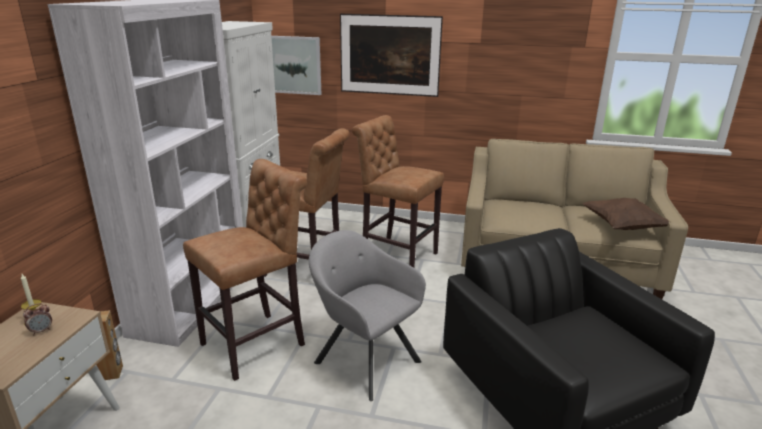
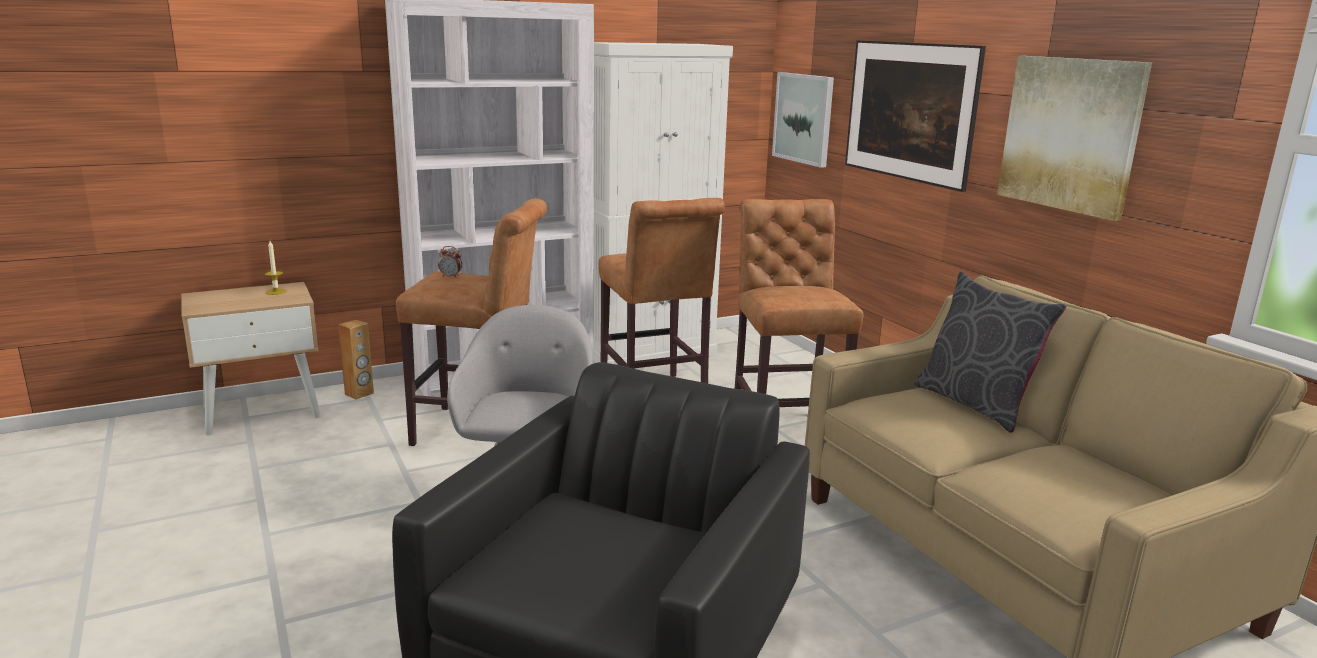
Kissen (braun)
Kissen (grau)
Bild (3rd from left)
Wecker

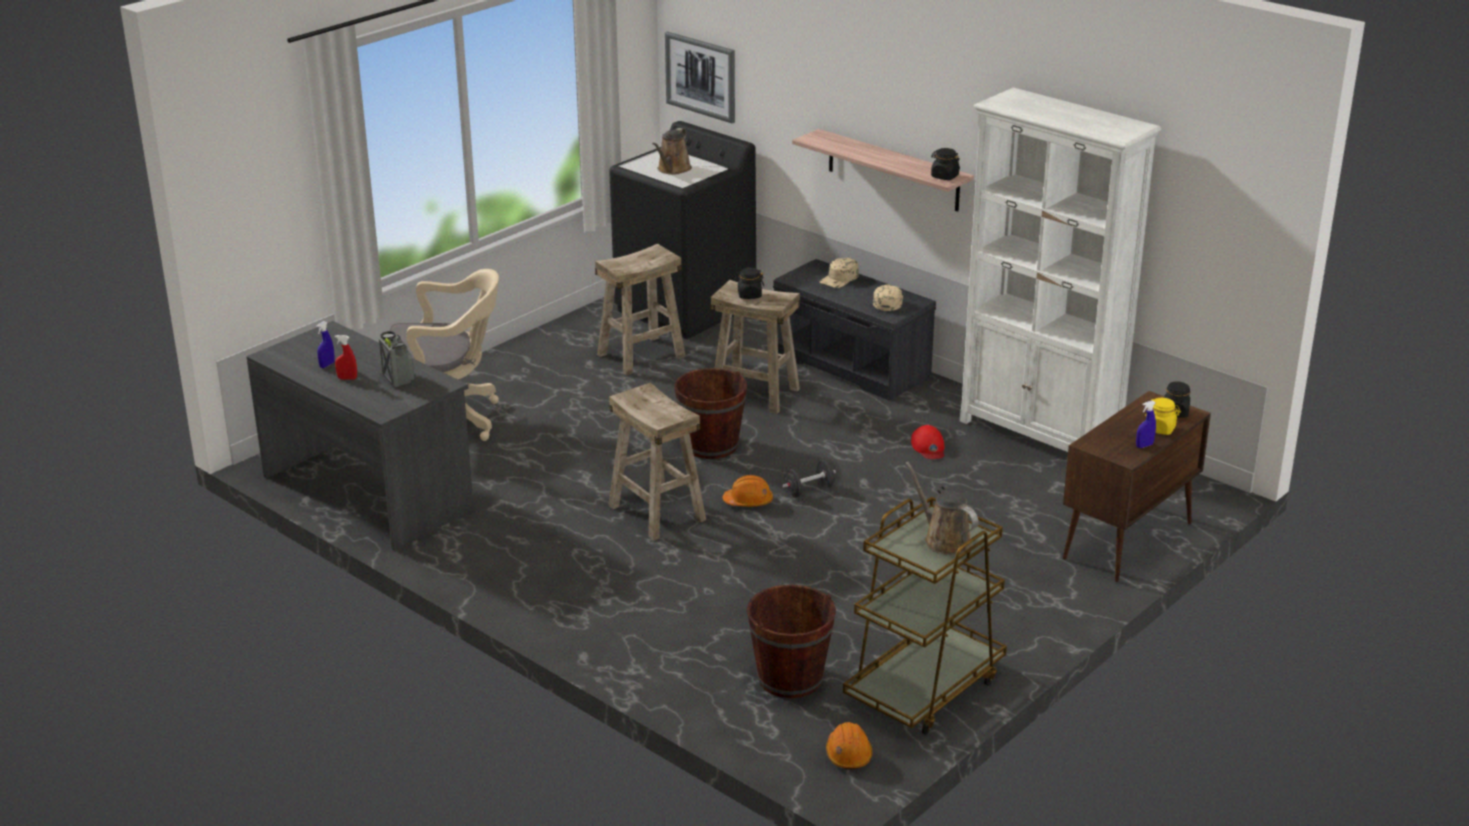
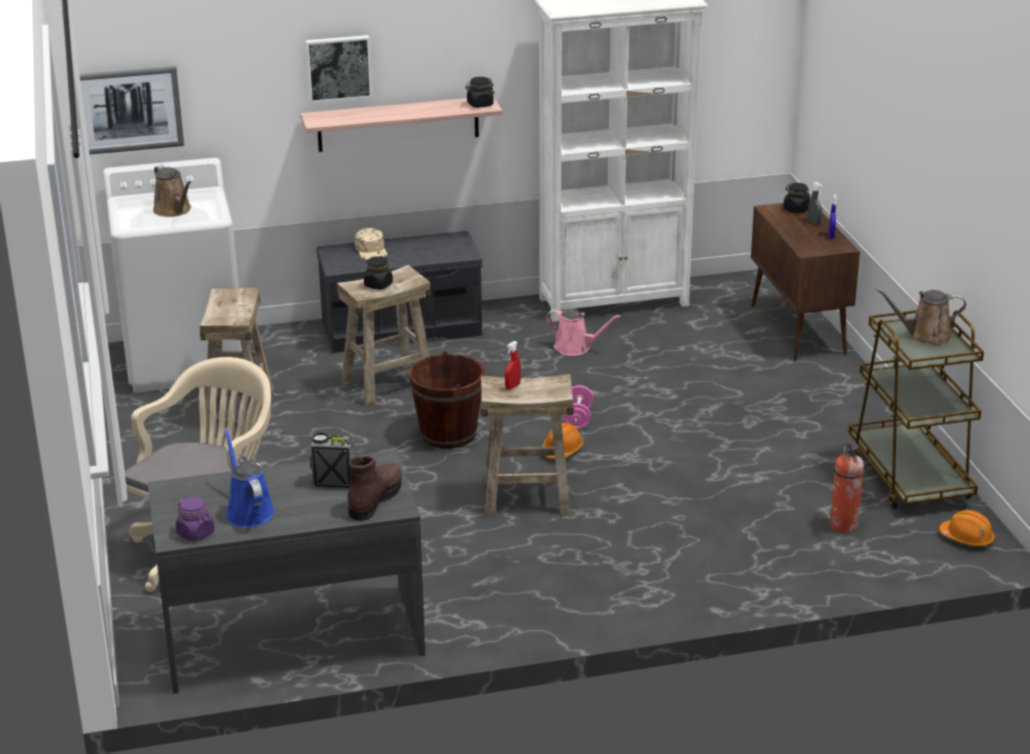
Kappe (beige) (2nd from left in the first image)
Vorratsglas (lila)
Bild (2nd from left)
Stiefel (braun)
Sprühflasche (rot)
Gießkanne (blau)
Feuerlöscher
Gießkanne (rosa)
Sprühflasche (grau)
Waschmaschine (weiß)
Hantel (rosa)

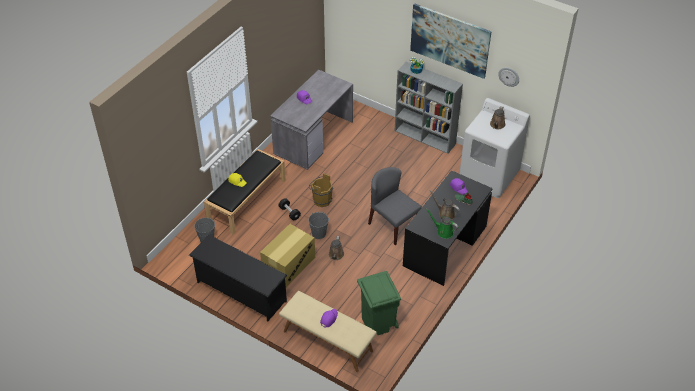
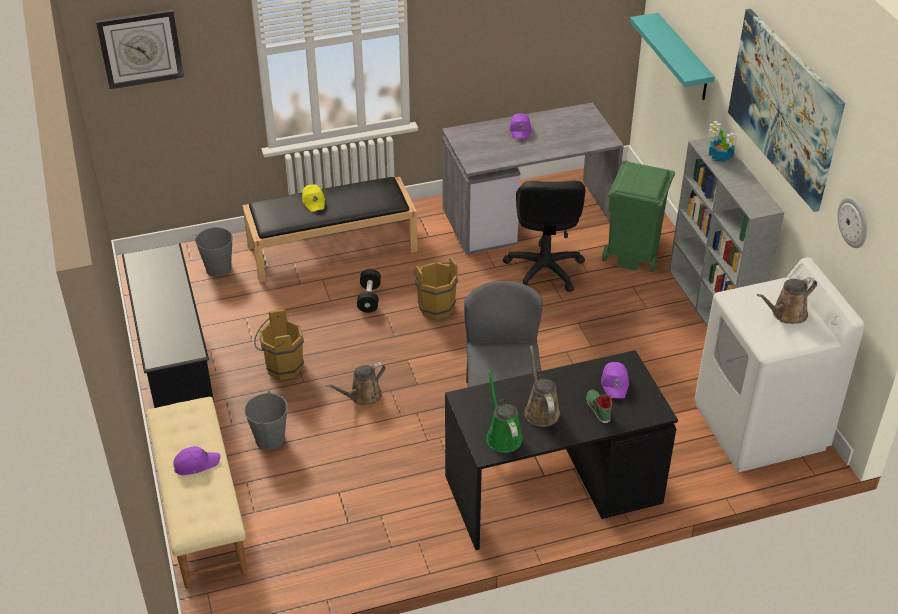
Wanduhr (1st from left)
Bürostuhl (schwarz)
Wandregal (türkis)
Eimer (grau) (2nd from left)
Mülleimer (grün)
Eimer (braun) (1st from left)

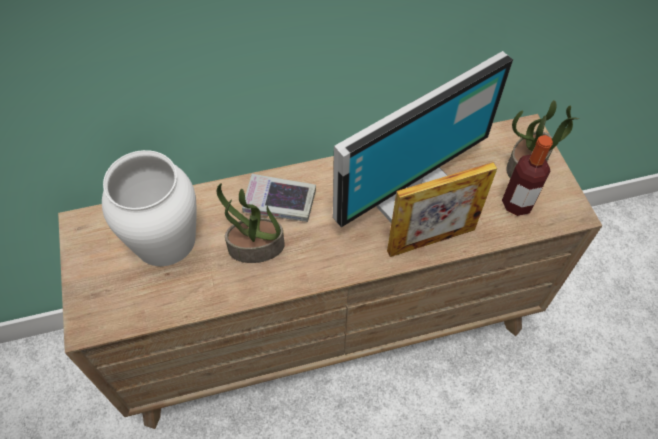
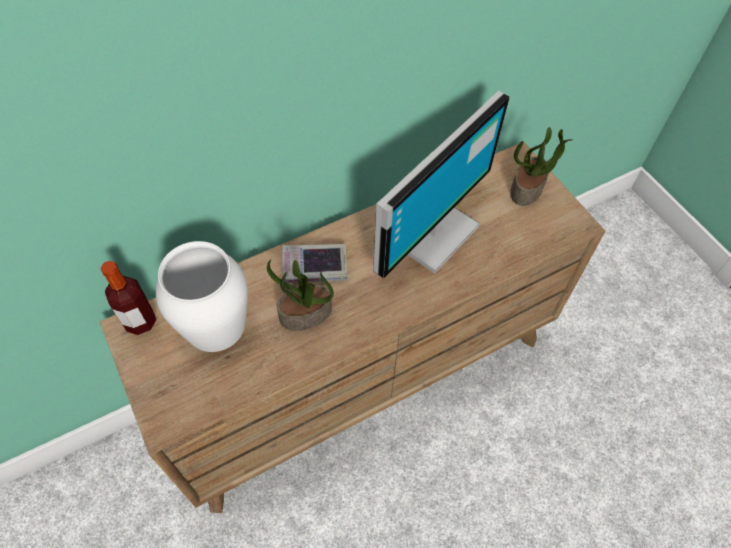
Bilderrahmen
Flasche

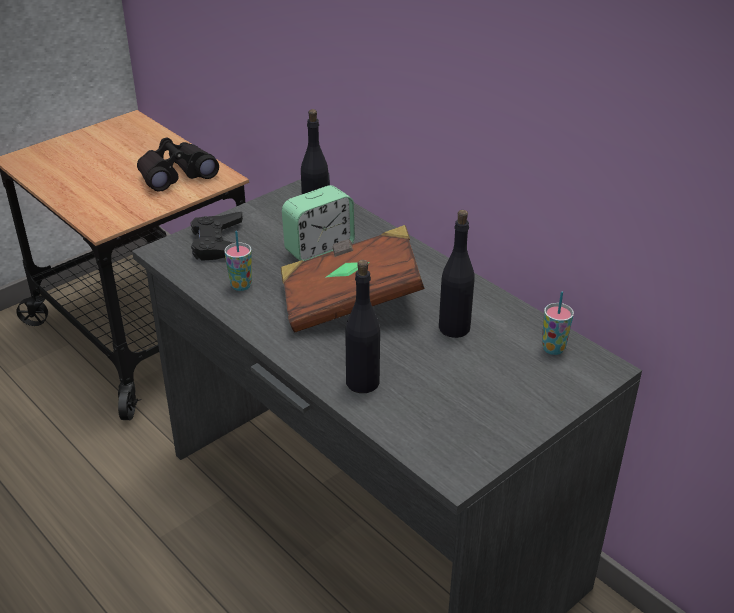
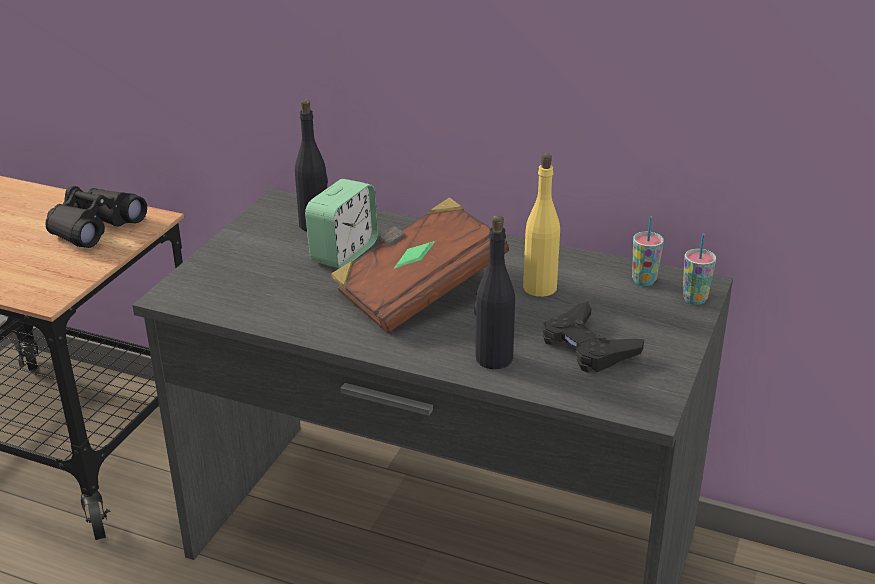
Gamepad (schwarz)
Tasse (2nd from left)
Flasche (gelb)

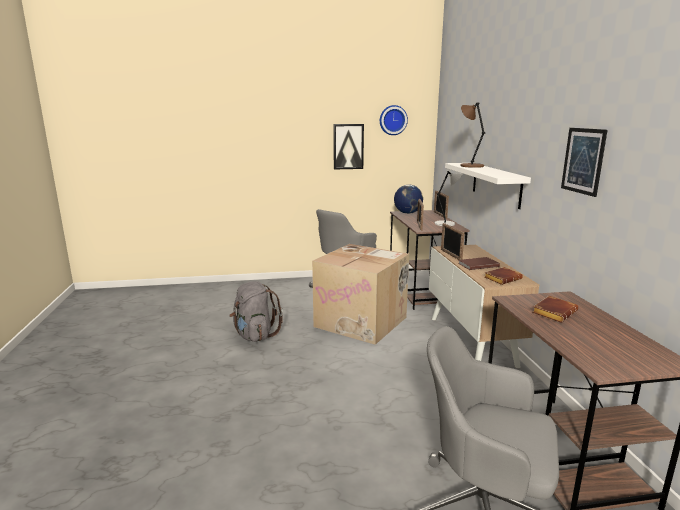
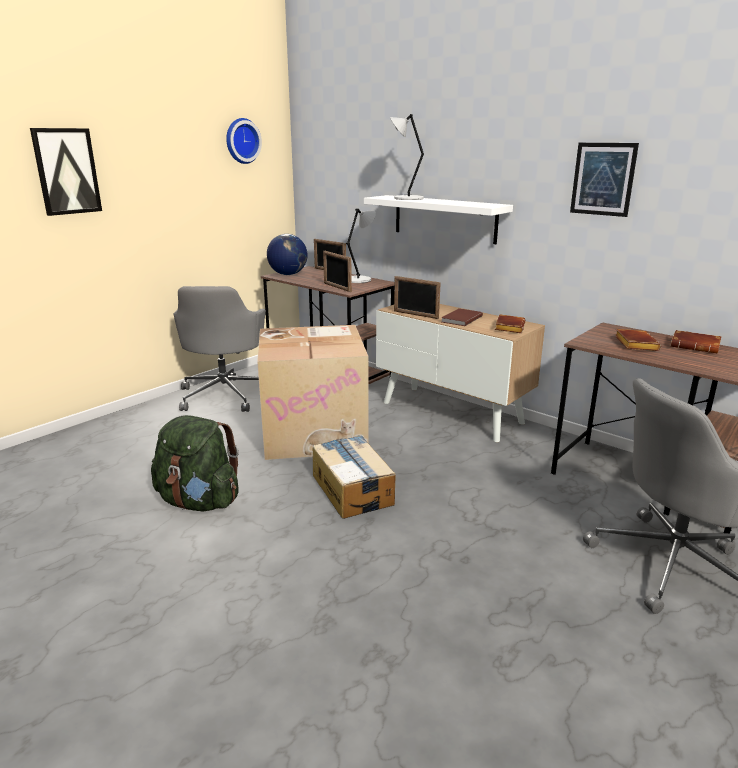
Karton (2nd from left)
Buch (braun) (4th from left)
Bild (1st from left)
Rucksack (grün)
Tischlampe (grau) (2nd from left)

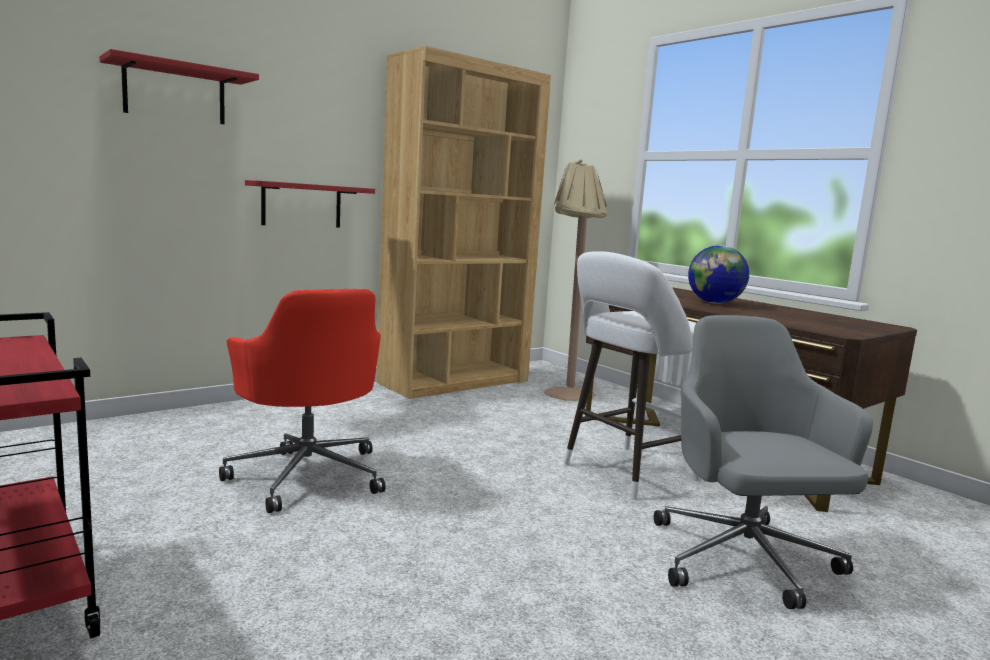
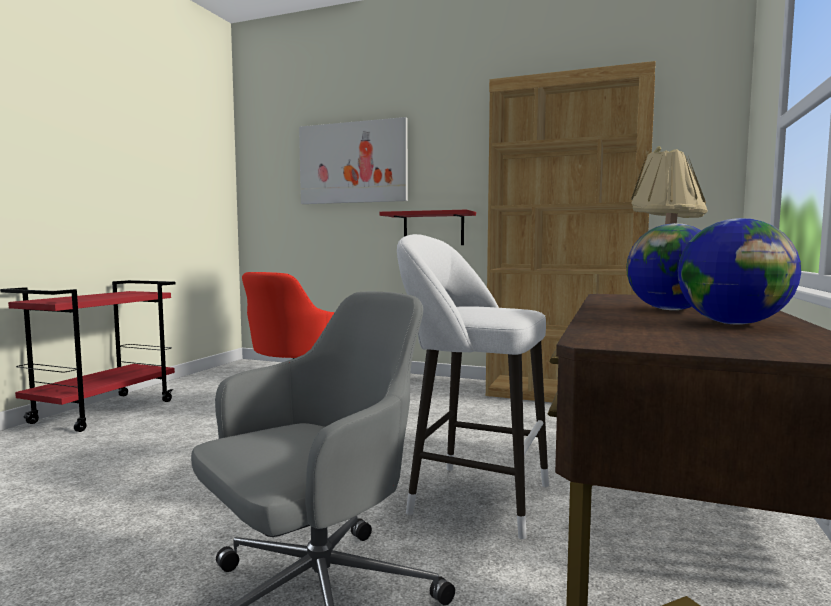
Globus (2nd from left)
Bild

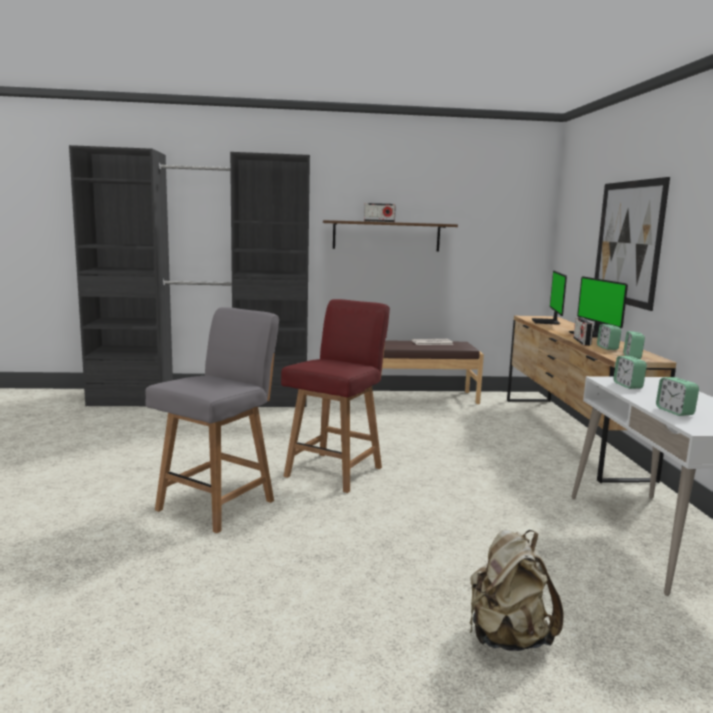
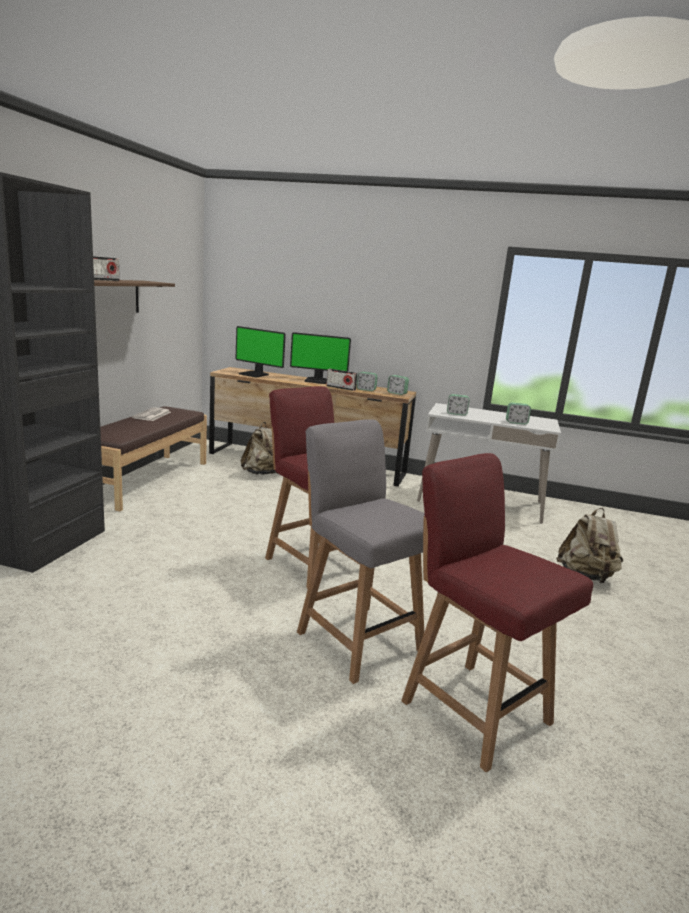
Bild
Rucksack (beige) (1st from left)
Stuhl (rot) (2nd from left)

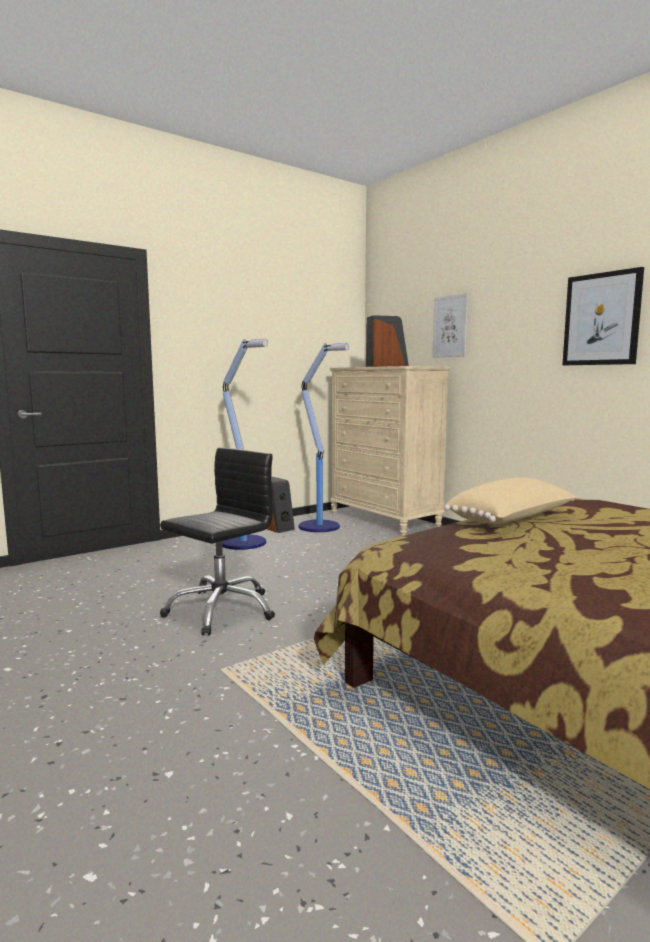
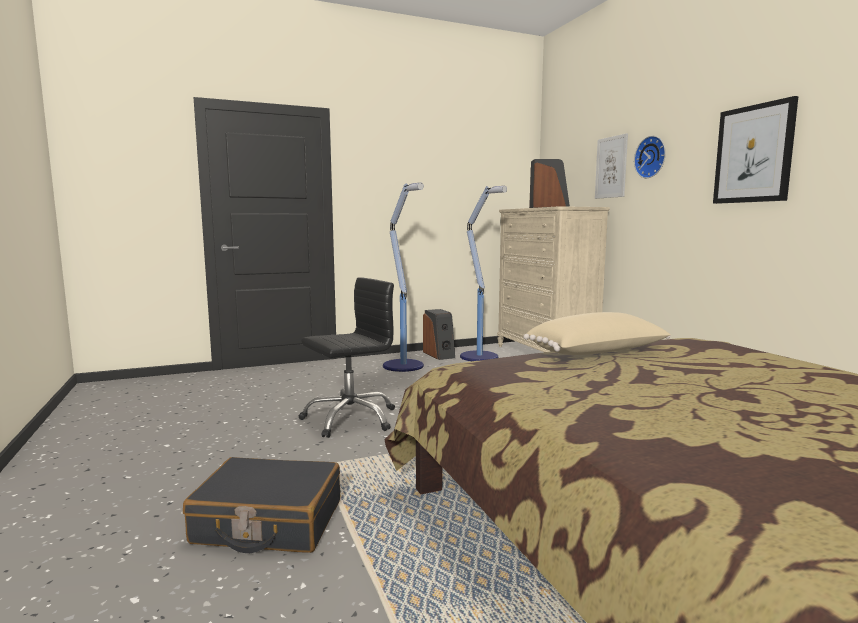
Koffer (schwarz)
Wanduhr

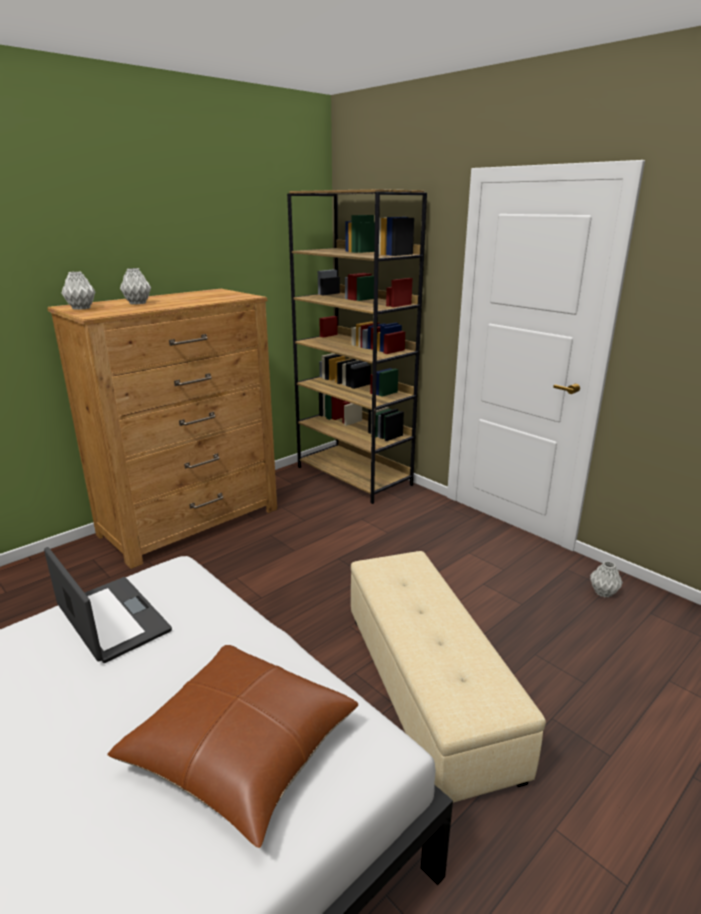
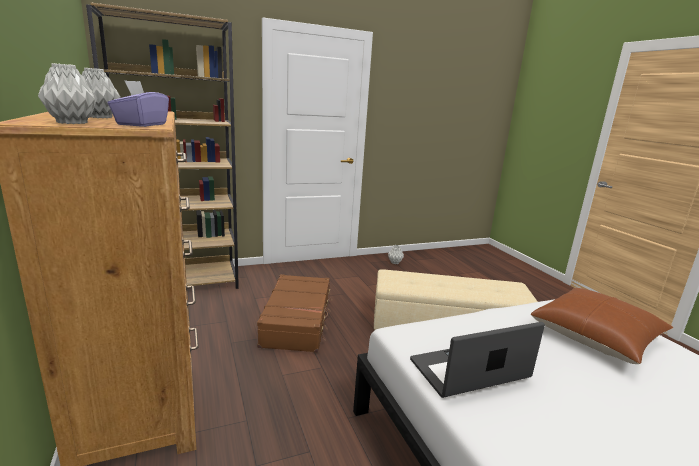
Taschentuchbox (lila)
Koffer (braun)

